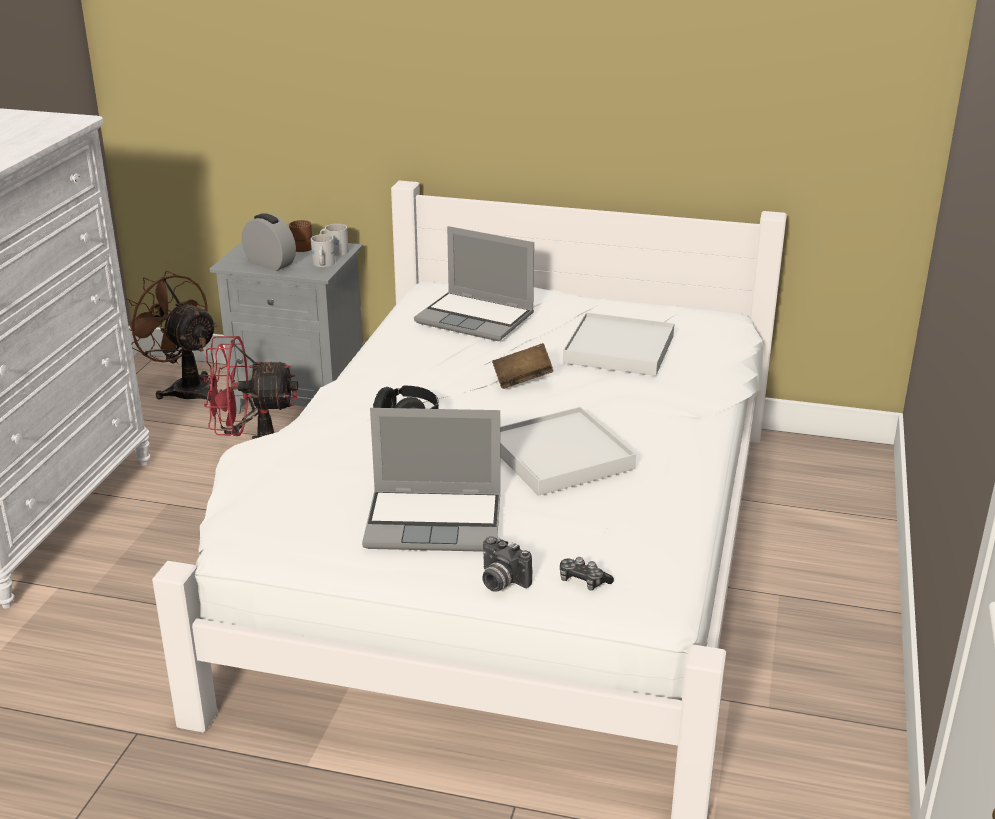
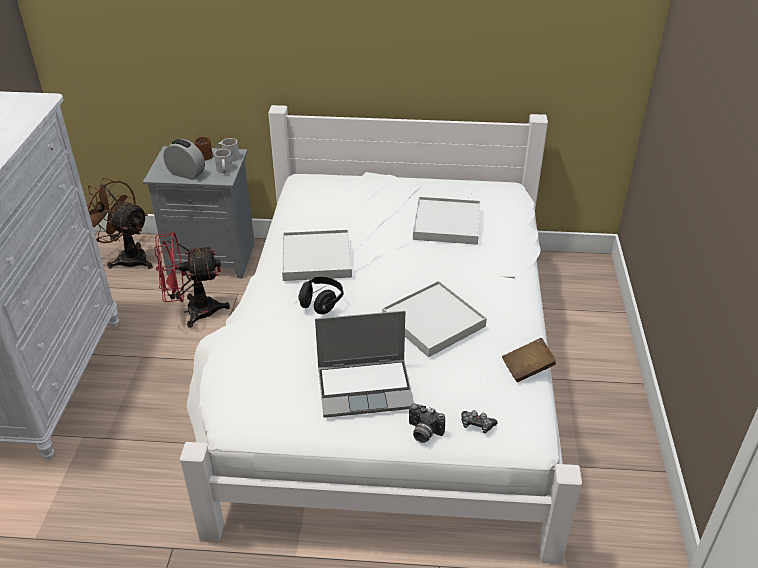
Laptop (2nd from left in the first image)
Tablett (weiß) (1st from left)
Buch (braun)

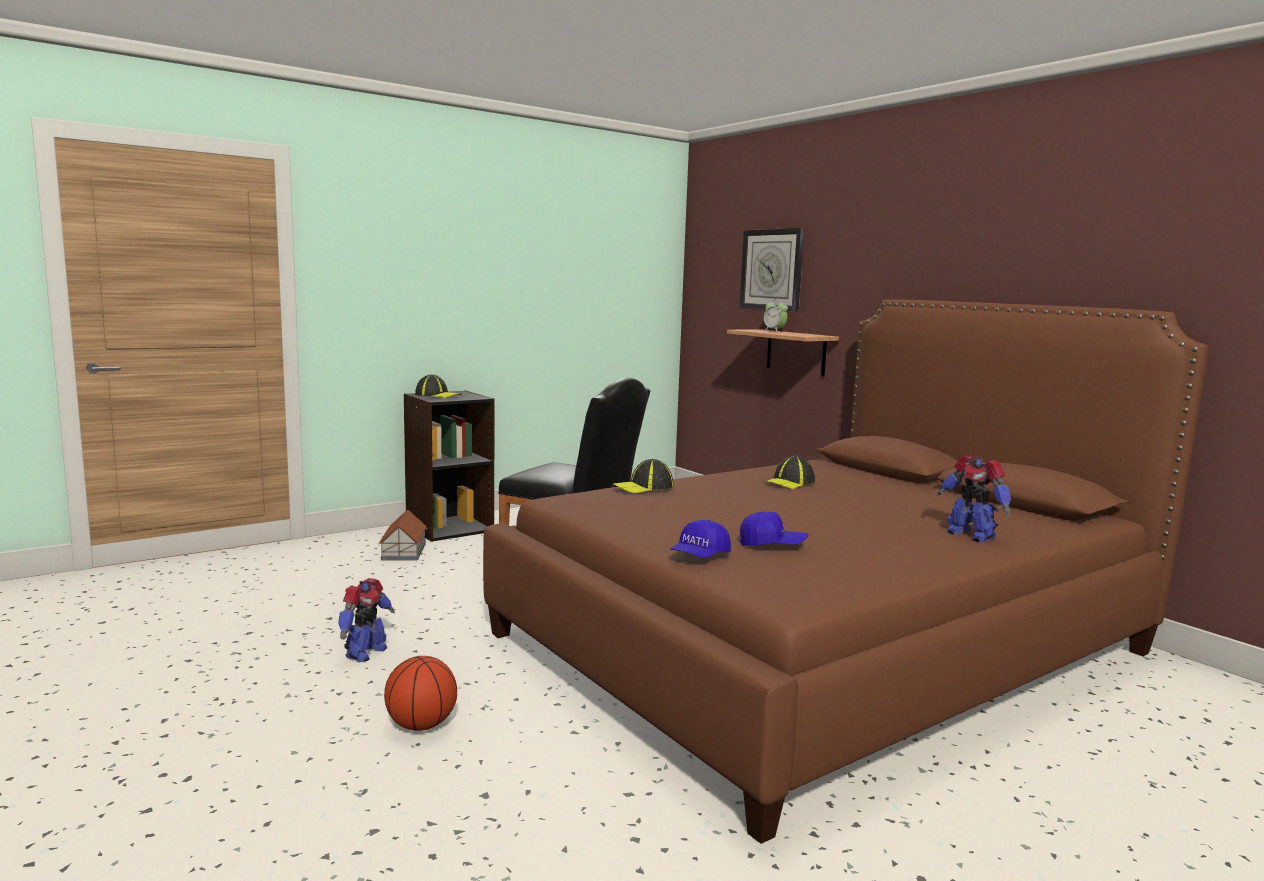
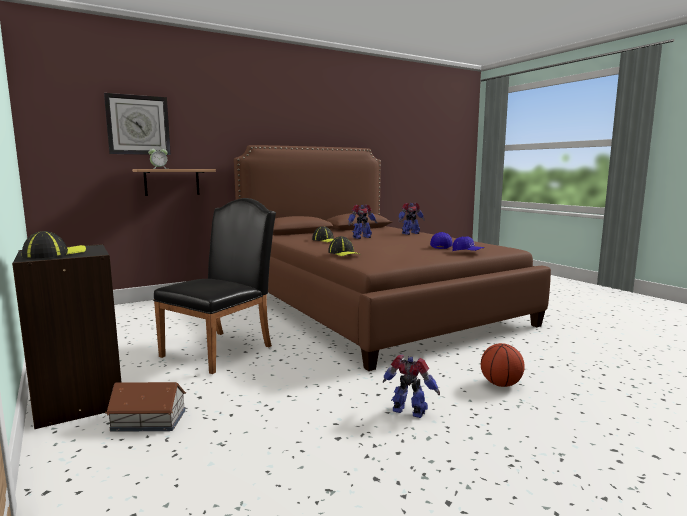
Spielzeugroboter (1st from left)

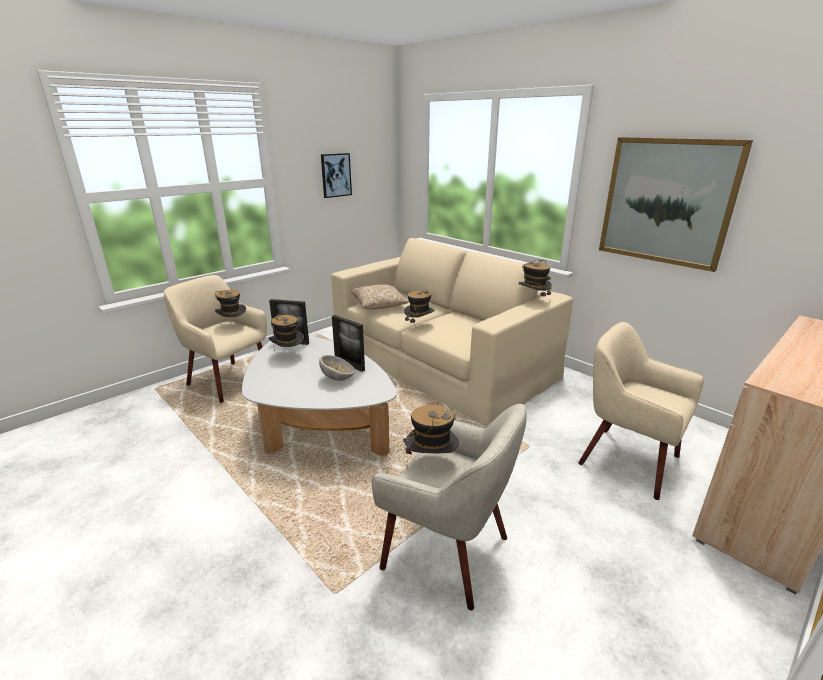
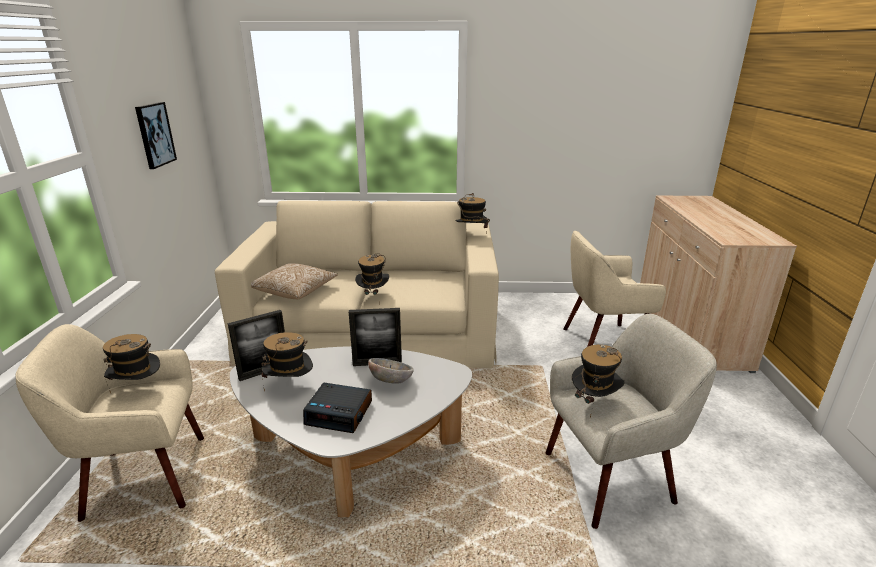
Bild (2nd from left in the first image)
Wecker

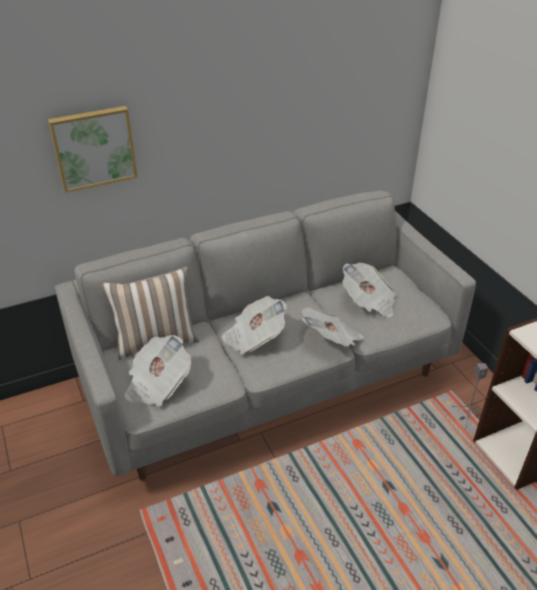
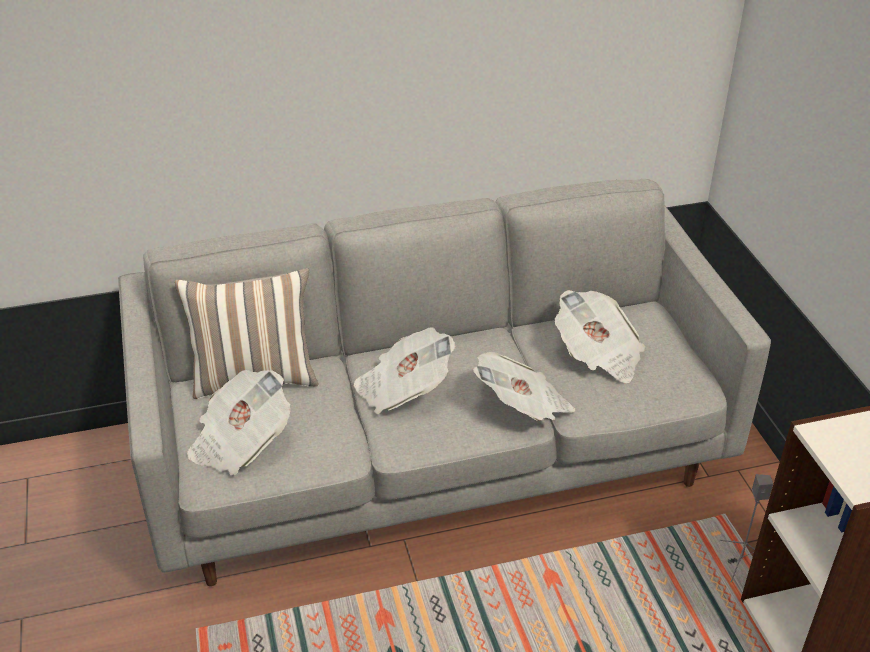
Bild

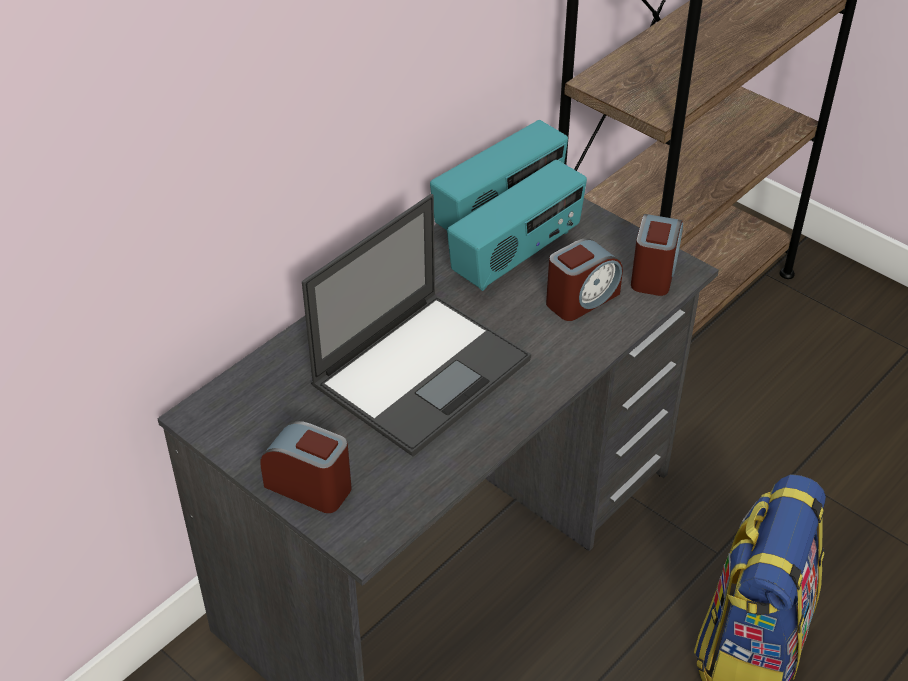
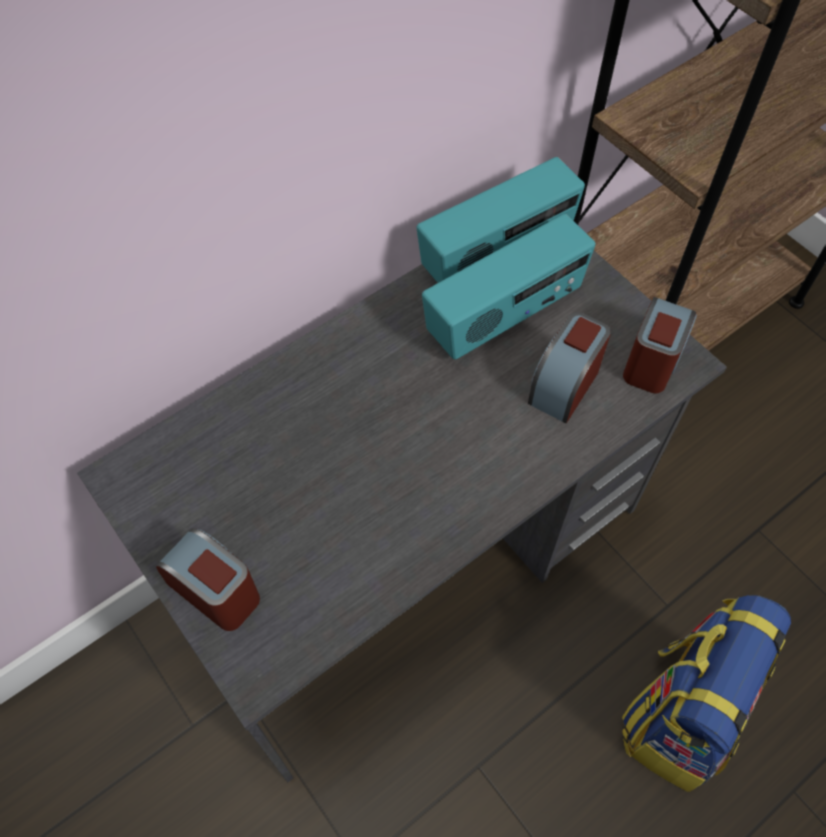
Laptop
Wecker (2nd from left)

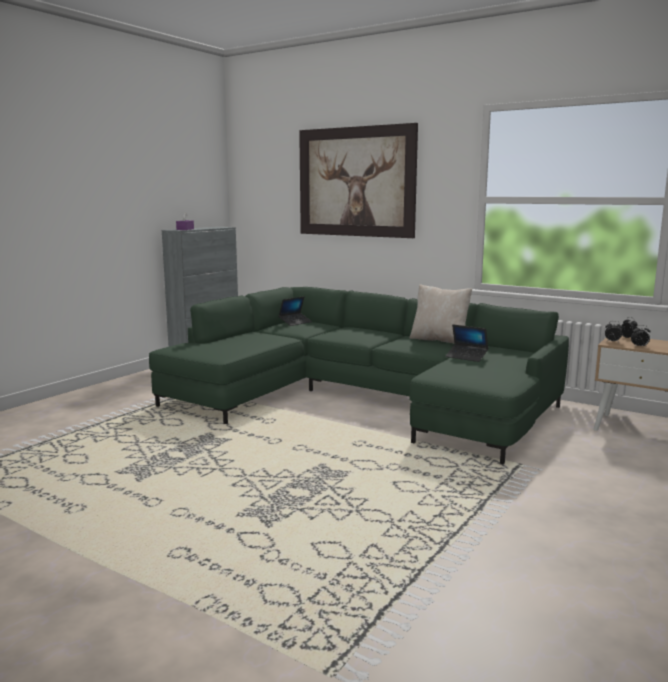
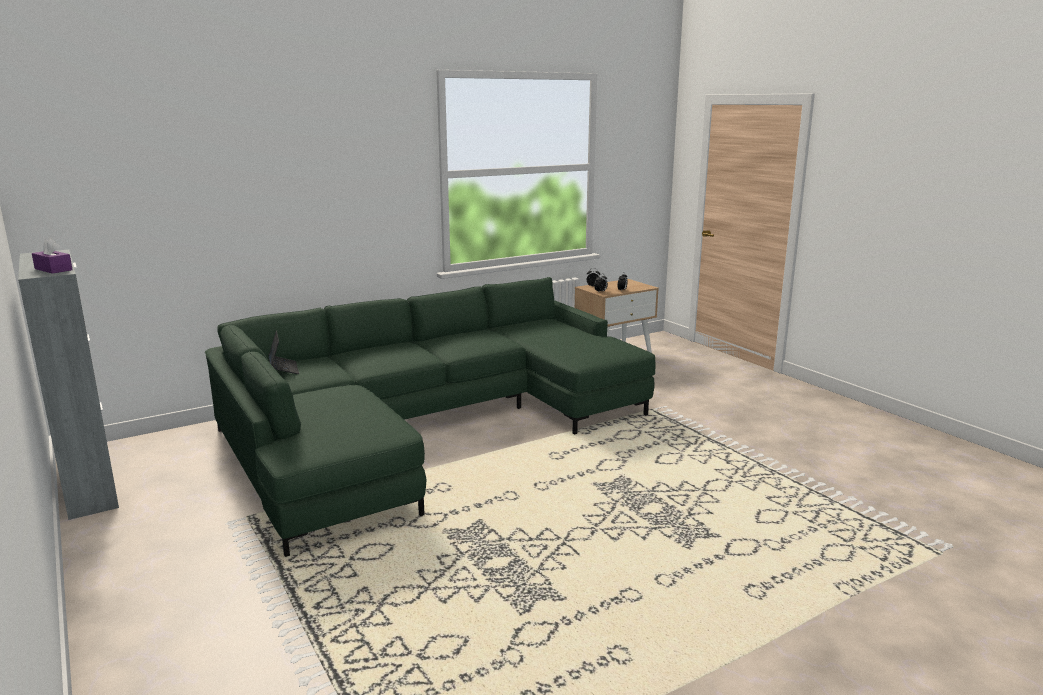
Bild
Kissen (beige)
Laptop (2nd from left in the first image)

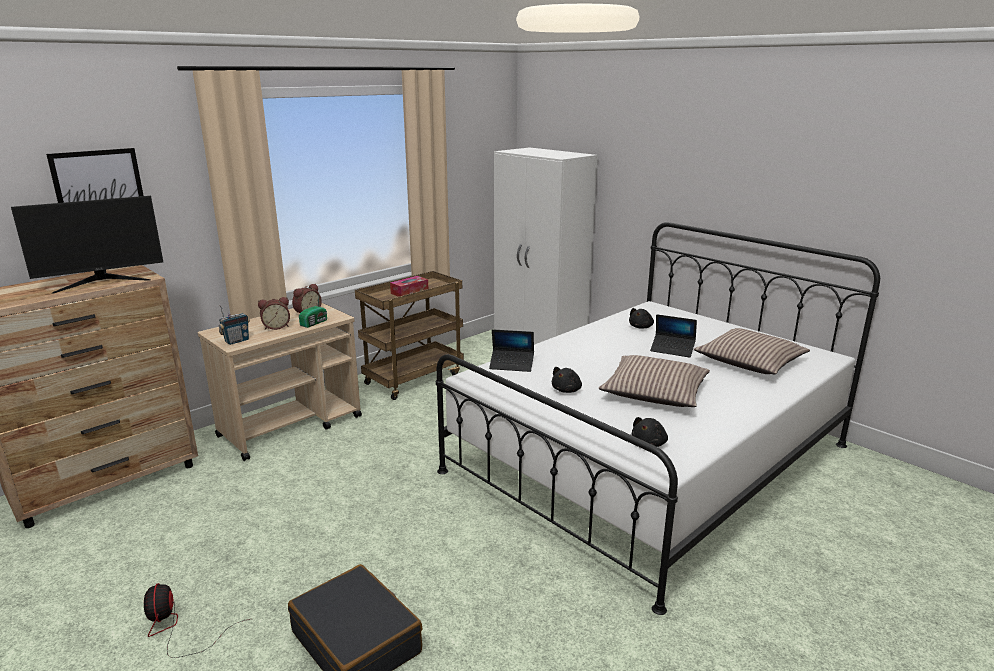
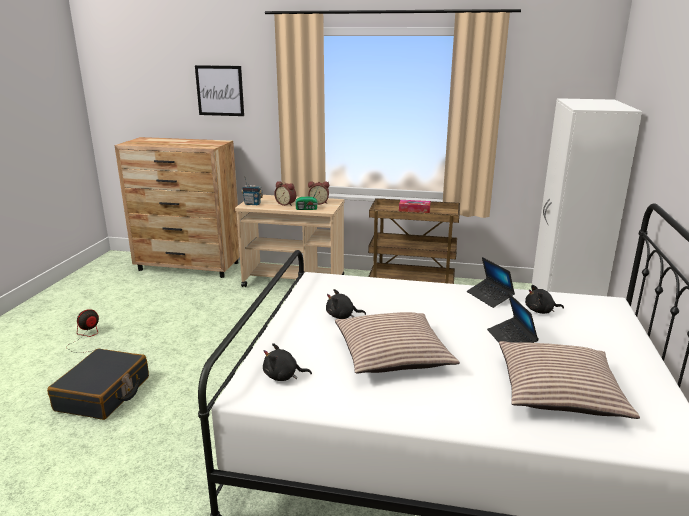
Monitor
Laptop (1st from left)

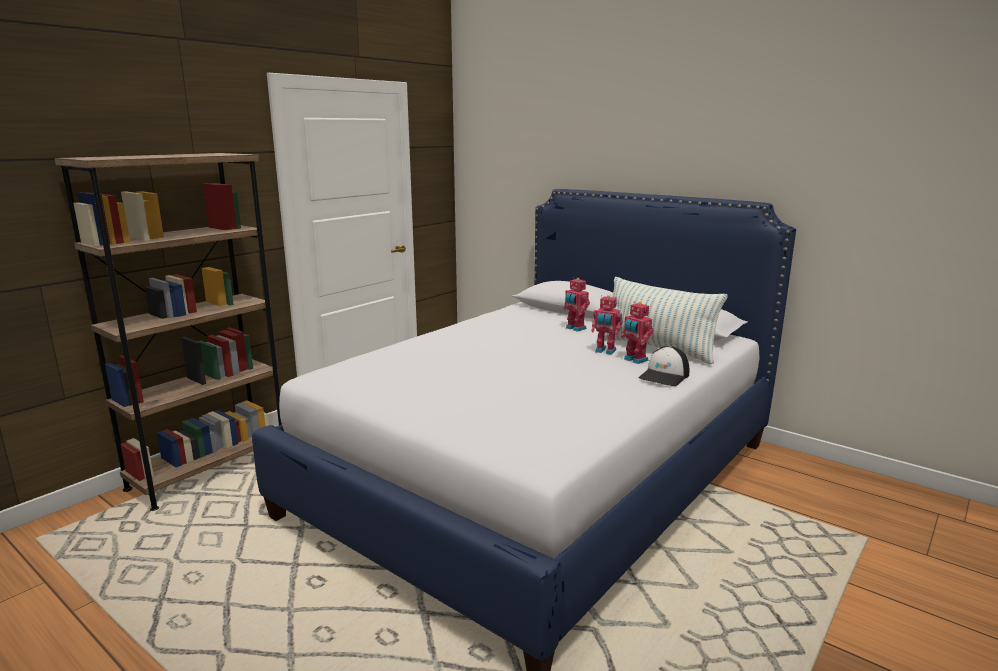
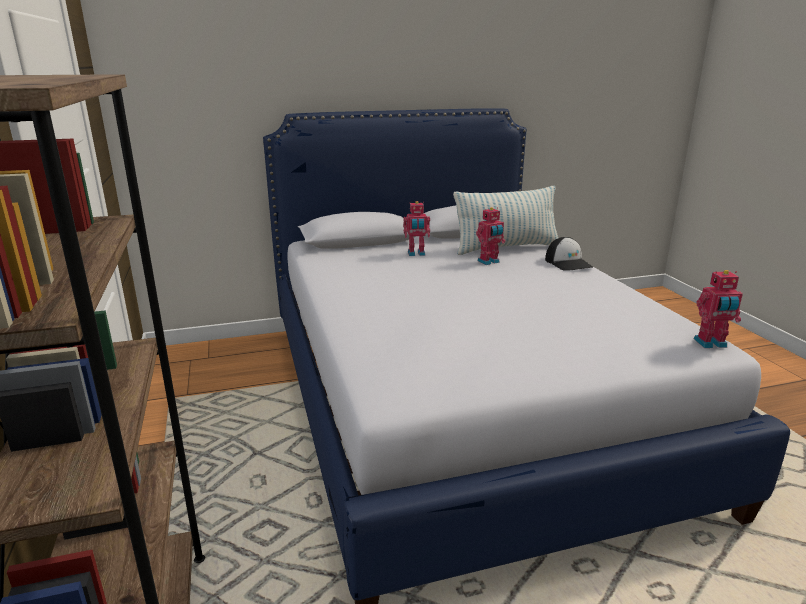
Spielzeugroboter (3rd from left)

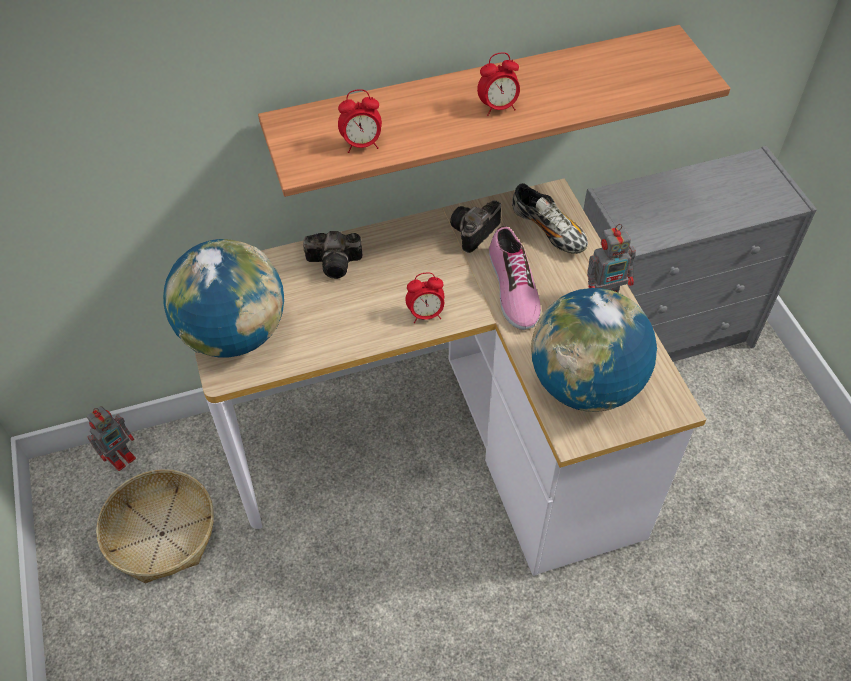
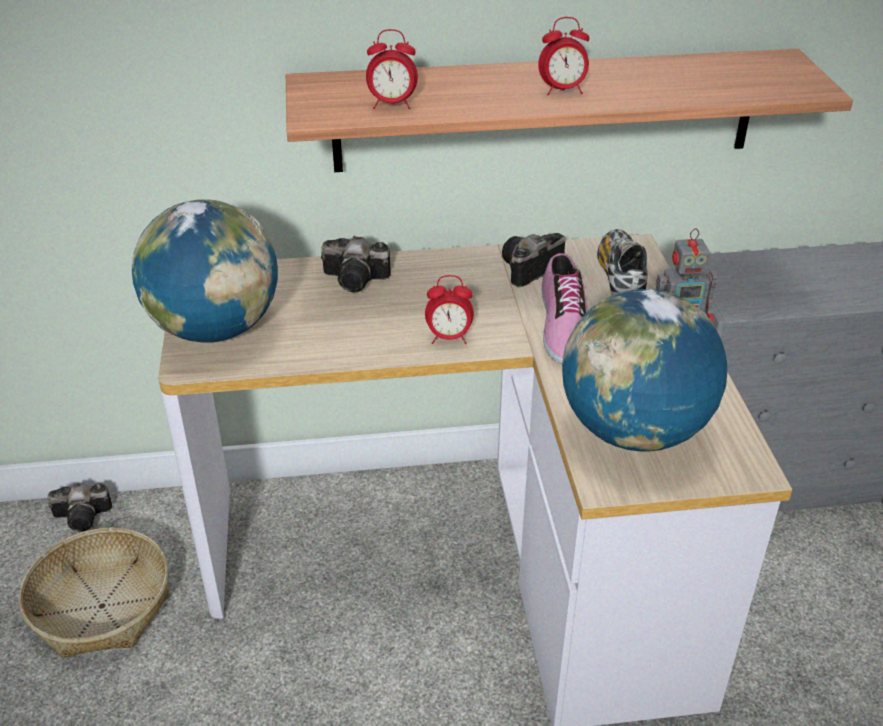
Kamera (1st from left)
Schuh (2nd from left)

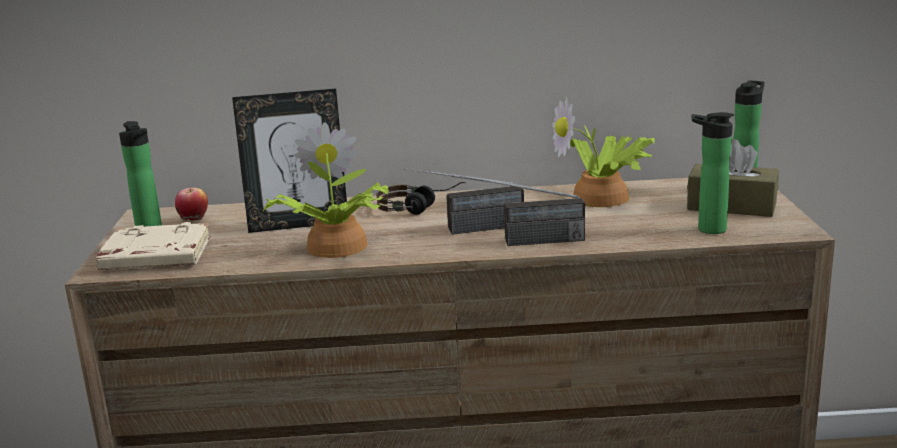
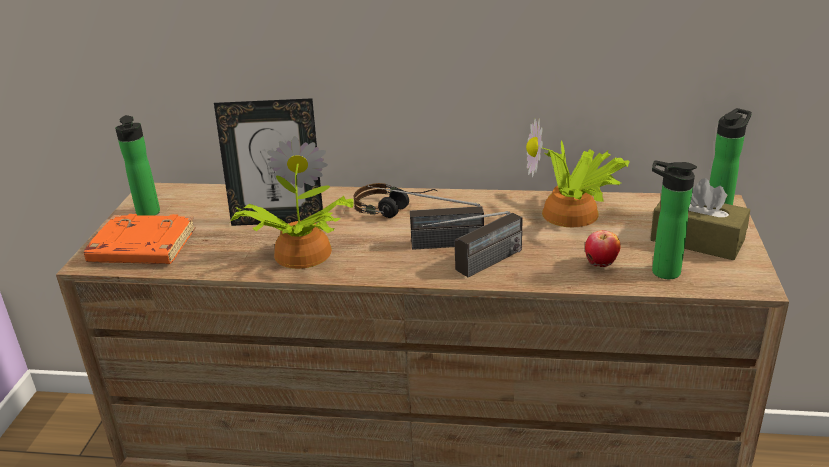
Apfel
Buch (orange)
Radio (2nd from left)

